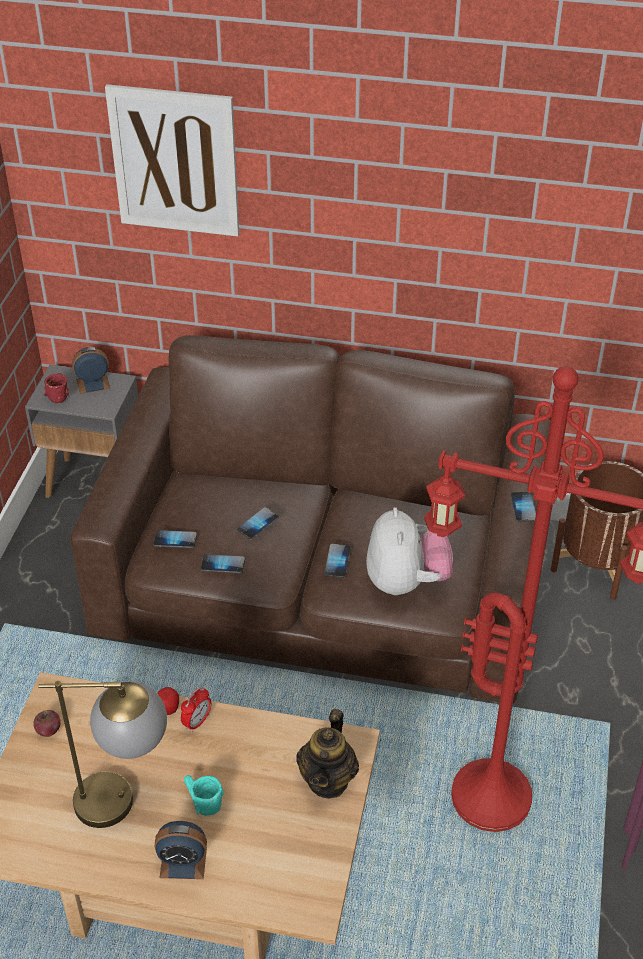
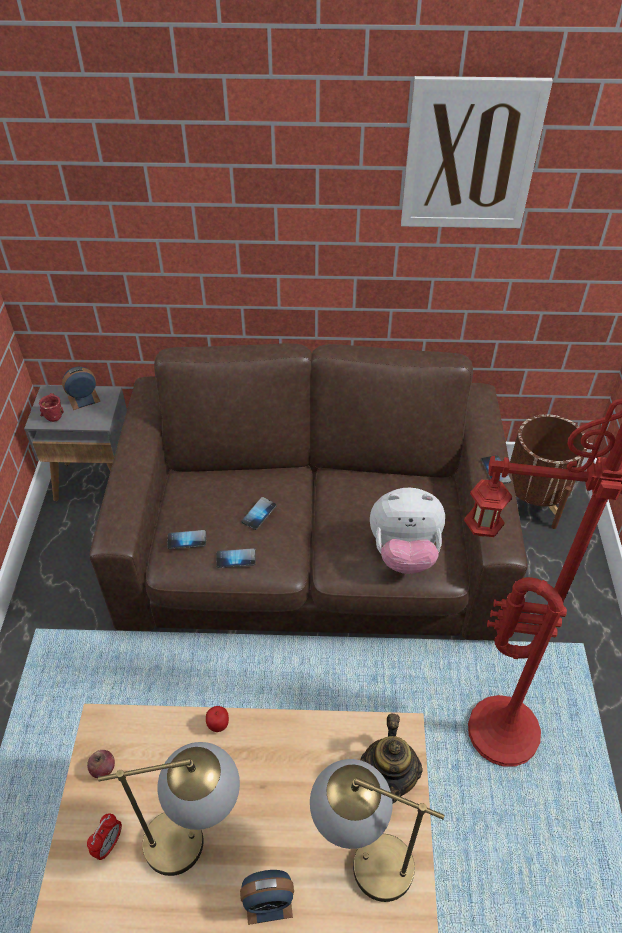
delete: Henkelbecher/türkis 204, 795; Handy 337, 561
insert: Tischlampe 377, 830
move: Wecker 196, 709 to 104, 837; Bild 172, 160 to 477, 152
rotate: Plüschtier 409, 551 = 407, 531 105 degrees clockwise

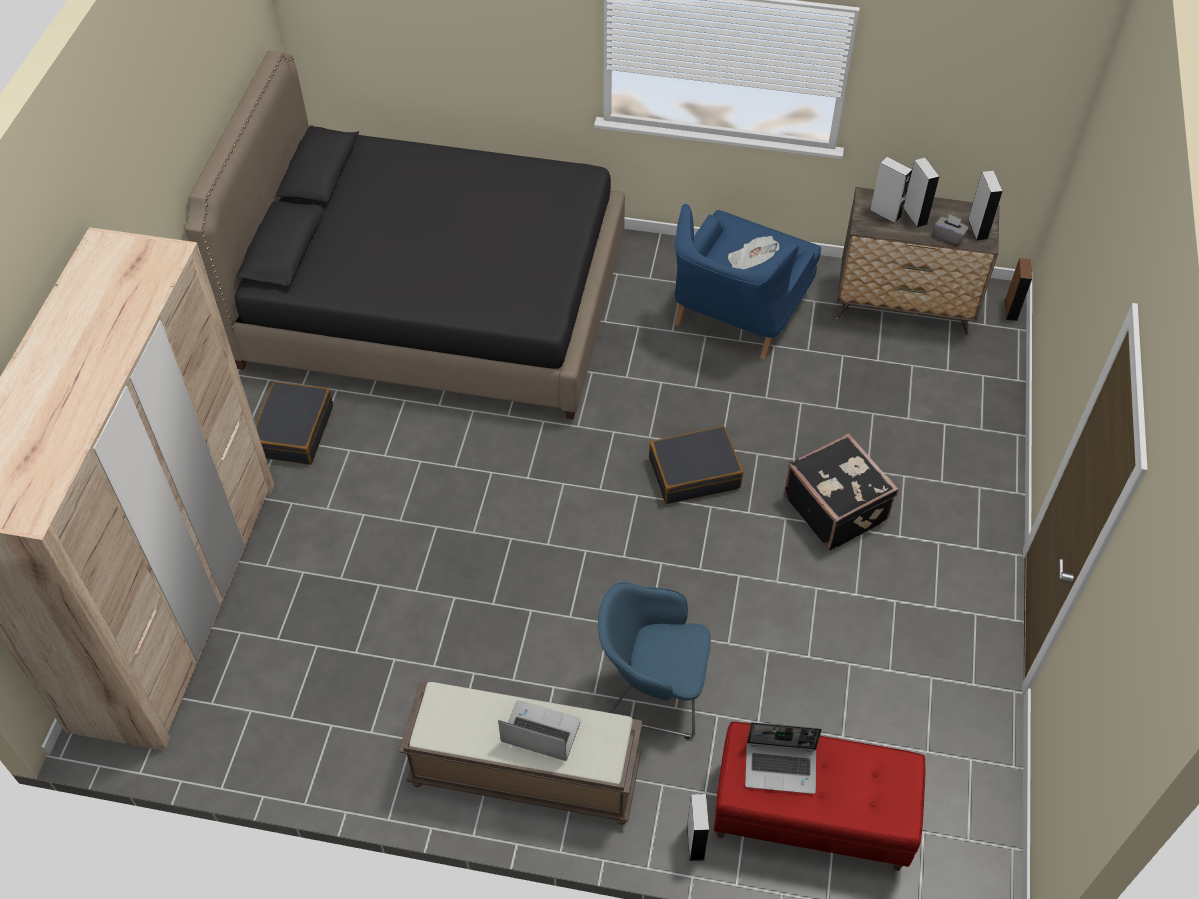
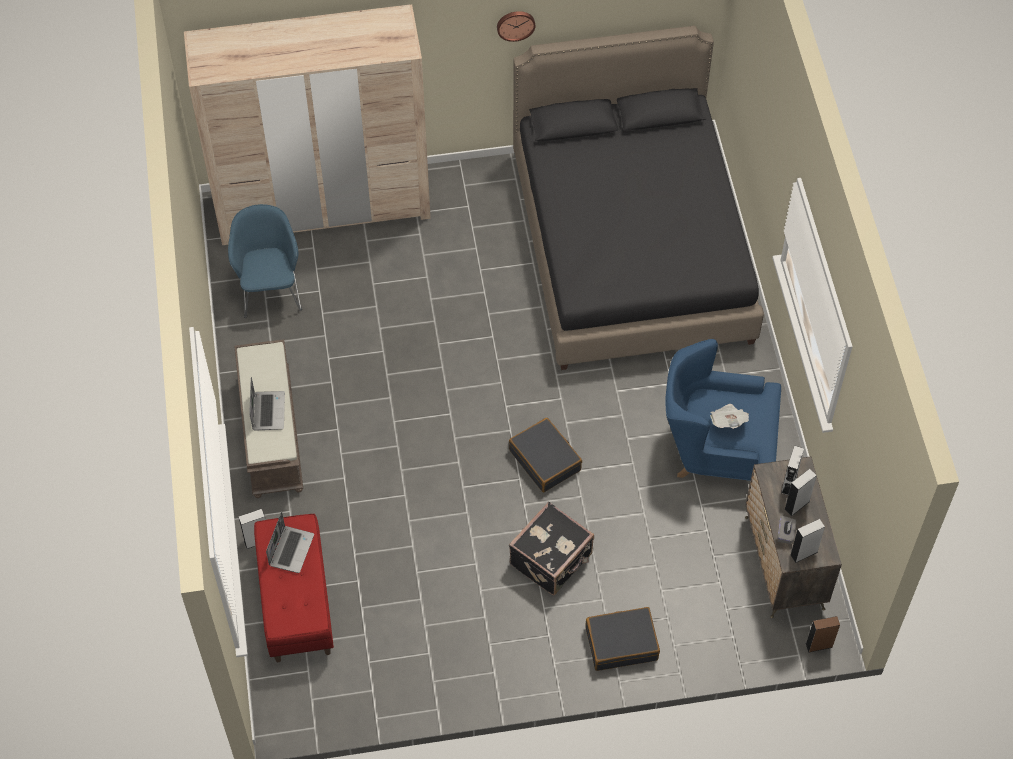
insert: Wanduhr 516, 26
move: Sessel/blau 654, 660 to 265, 261; Koffer/schwarz 294, 423 to 622, 639
rotate: Laptop 783, 758 = 290, 542 150 degrees counterclockwise

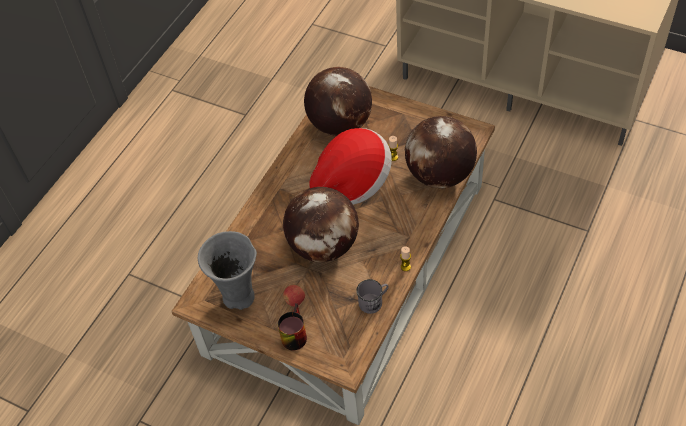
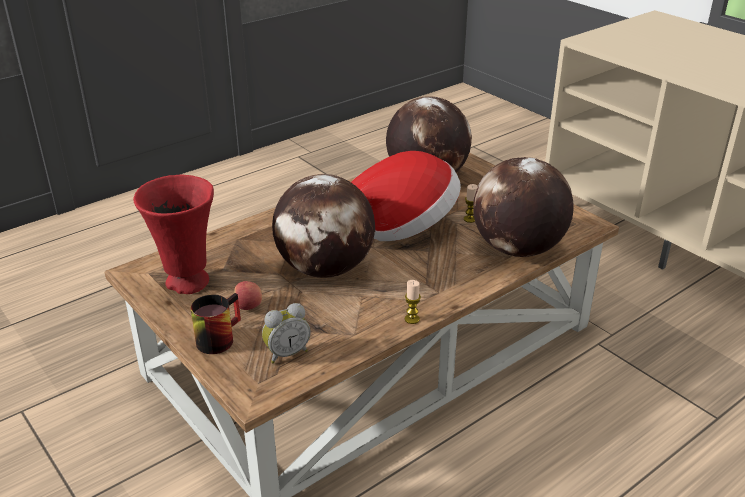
delete: Henkelbecher/grau 372, 296
insert: Wecker 286, 333
recolor: Vase/grau 227, 270 to Vase/rot 173, 234

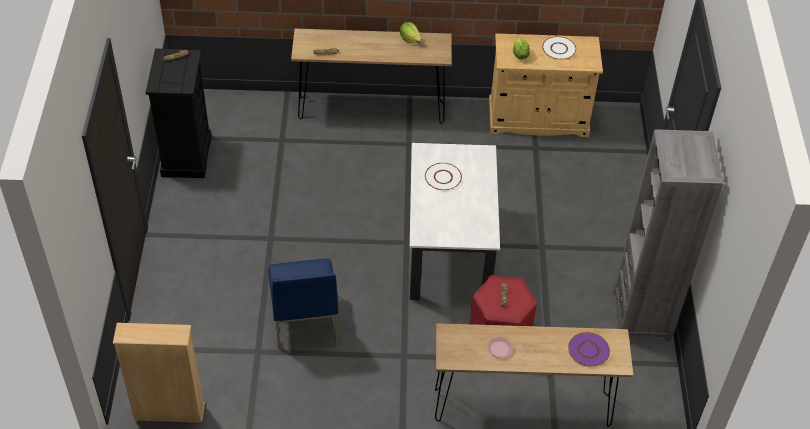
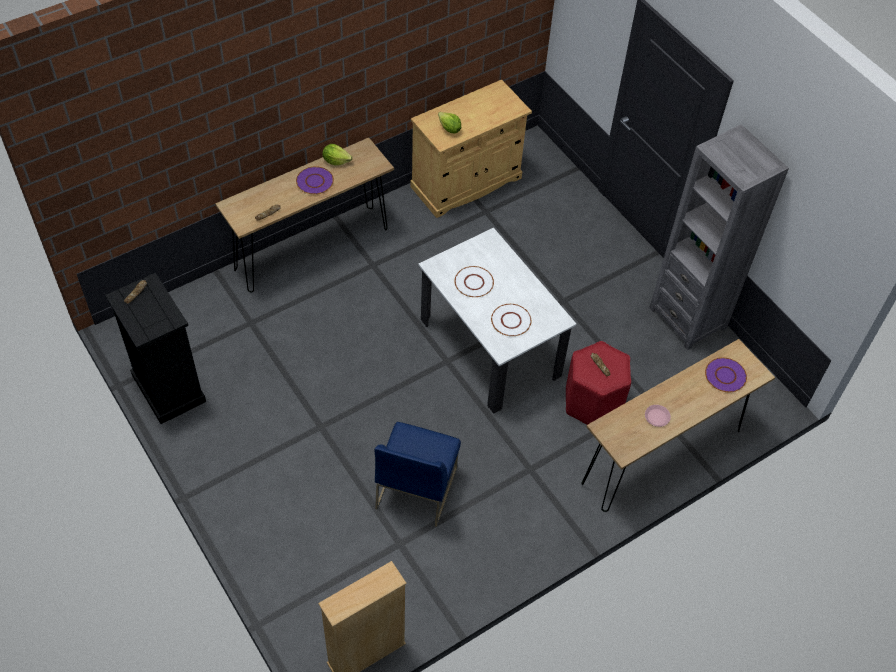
insert: Teller/lila 315, 180
move: Teller/weiß 559, 48 to 511, 320
rotate: Stuhl/blau 303, 304 = 418, 474 60 degrees clockwise

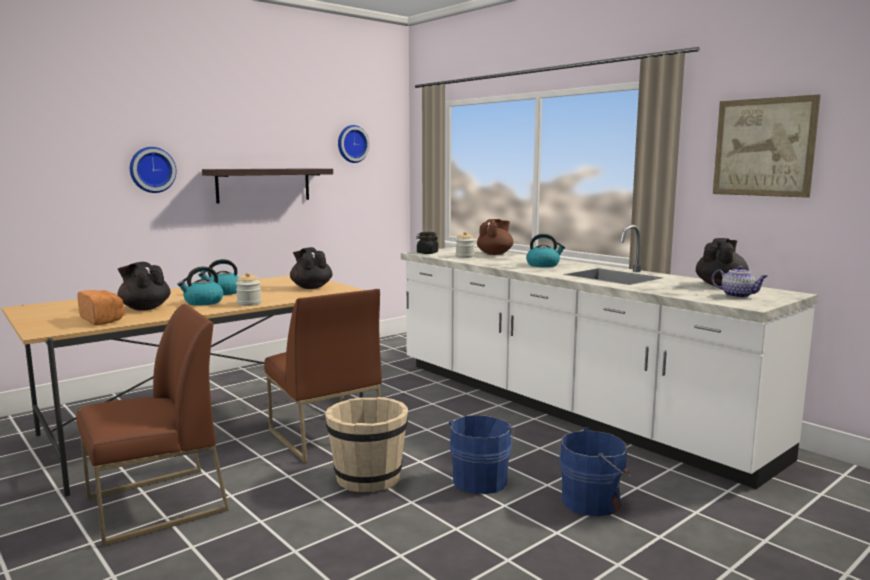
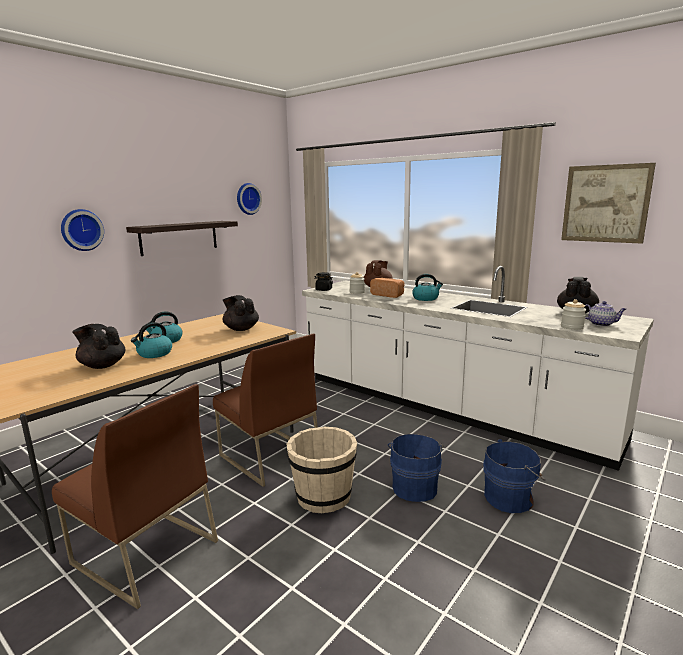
move: Brot 100, 307 to 387, 288; Vorratsglas 248, 289 to 573, 314
rotate: Stuhl/braun 152, 425 = 135, 496 75 degrees clockwise

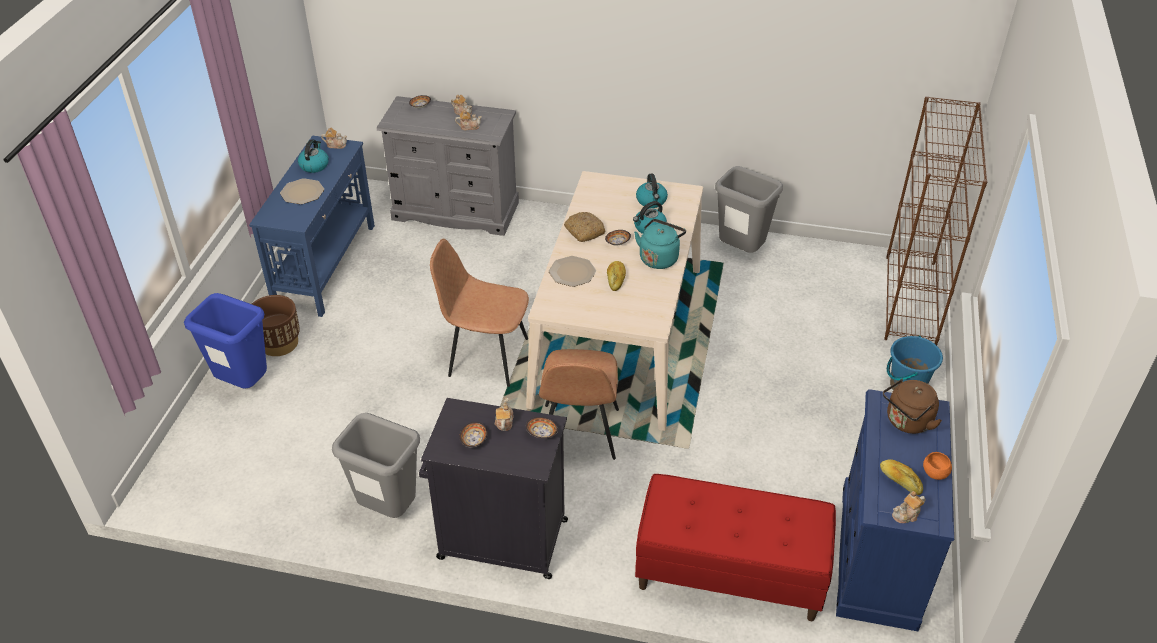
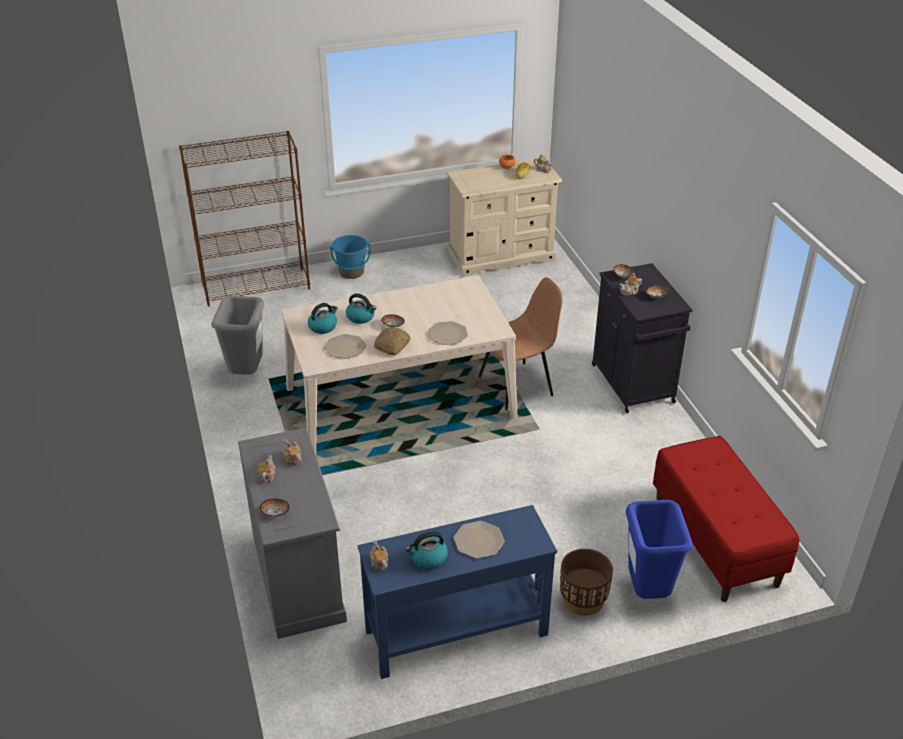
delete: Mülleimer/grau 376, 465; Stuhl/braun 479, 313; Brot 616, 276; Wasserkessel/türkis 660, 244; Wasserkessel/braun 912, 406
insert: Teller 345, 346
move: Bank/rot 735, 547 to 726, 519
recolor: Kommode/blau 895, 510 to Kommode/beige 504, 218

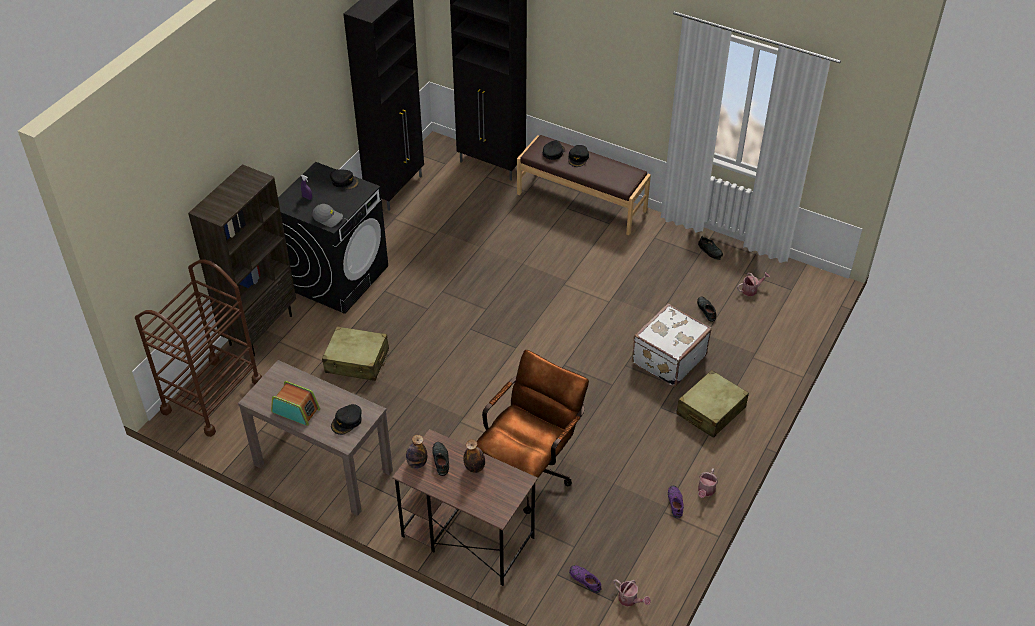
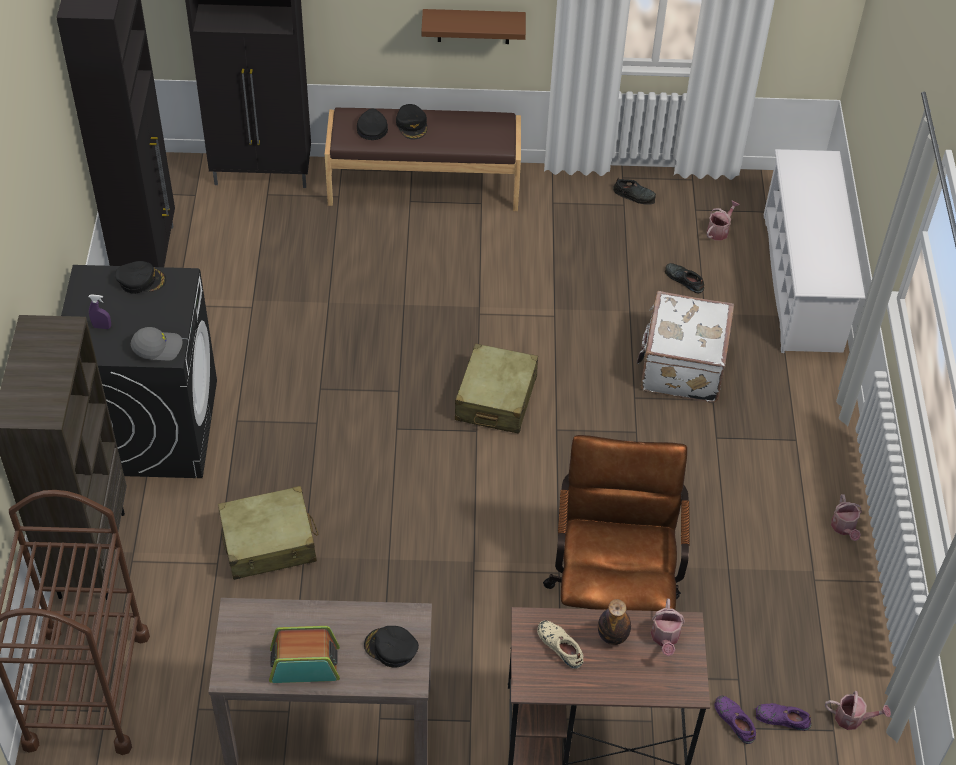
delete: Flasche 416, 452
insert: Wandregal/braun 473, 26; Gießkanne 668, 627; Schuhregal/weiß 814, 251
move: Koffer/beige 712, 404 to 496, 388; Schuh/lila 676, 501 to 735, 720
recolor: Schuh/schwarz 440, 459 to Schuh/beige 560, 644
rotate: Kappe/schwarz 346, 419 = 391, 647 105 degrees clockwise

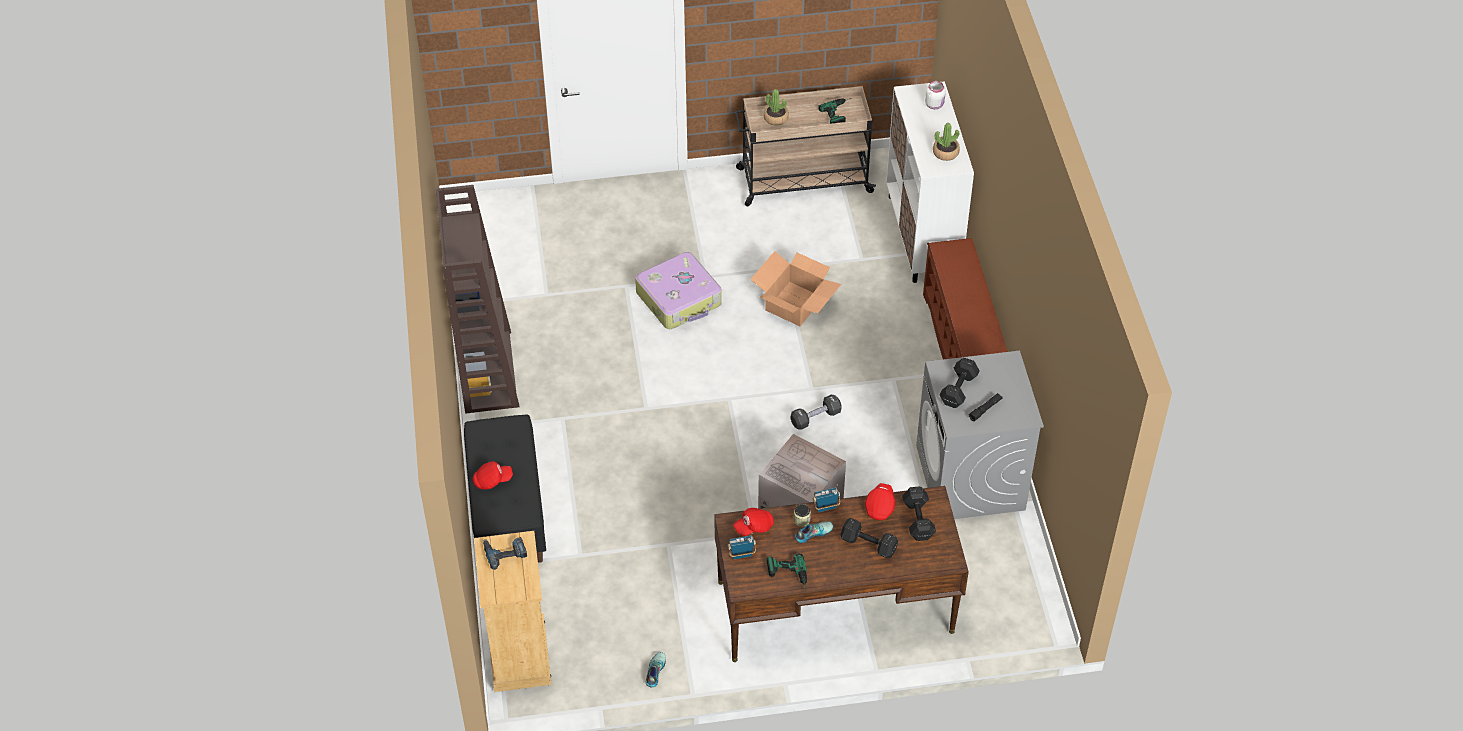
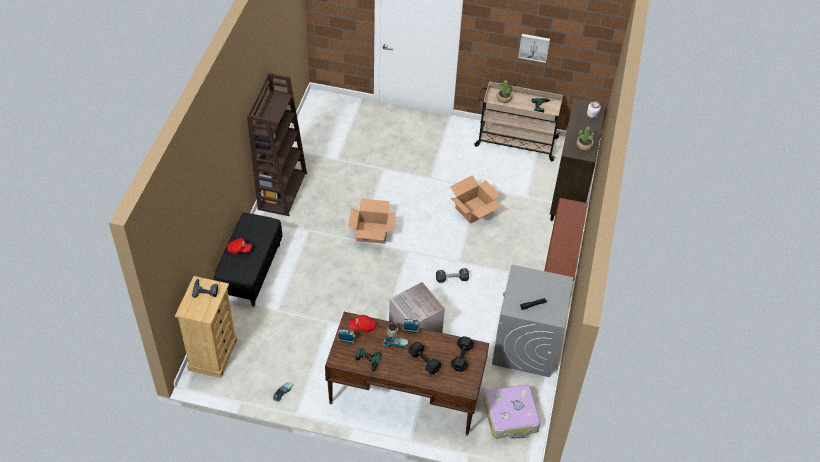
delete: Kappe/rot 880, 501; Hantel/schwarz 959, 383
insert: Karton 372, 221; Bild 534, 48
move: Koffer 678, 290 to 512, 412
recolor: Schrank/weiß 930, 182 to Schrank/braun 578, 159

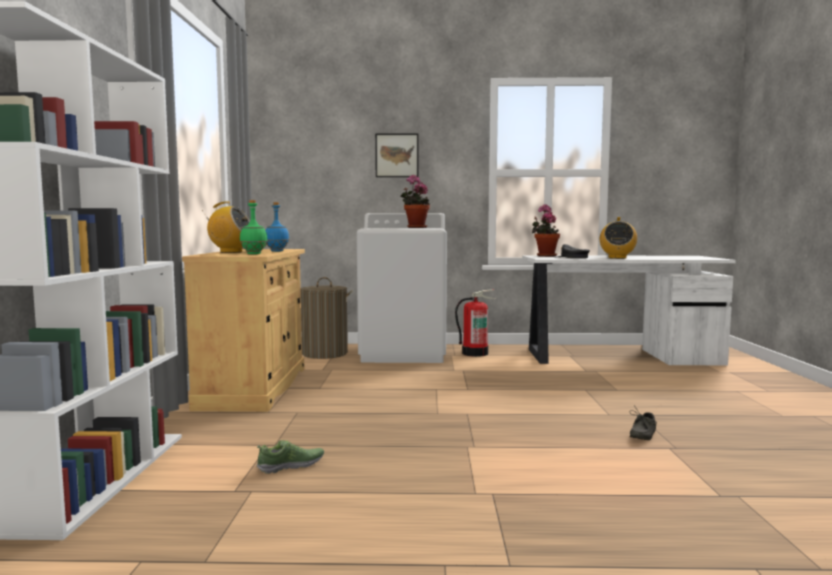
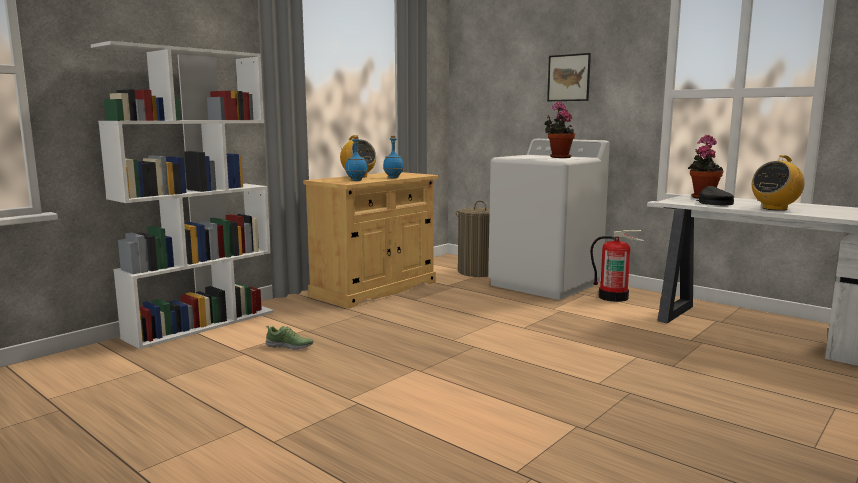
delete: Schuh/grau 643, 423
recolor: Flasche/grün 254, 227 to Flasche/blau 356, 158

